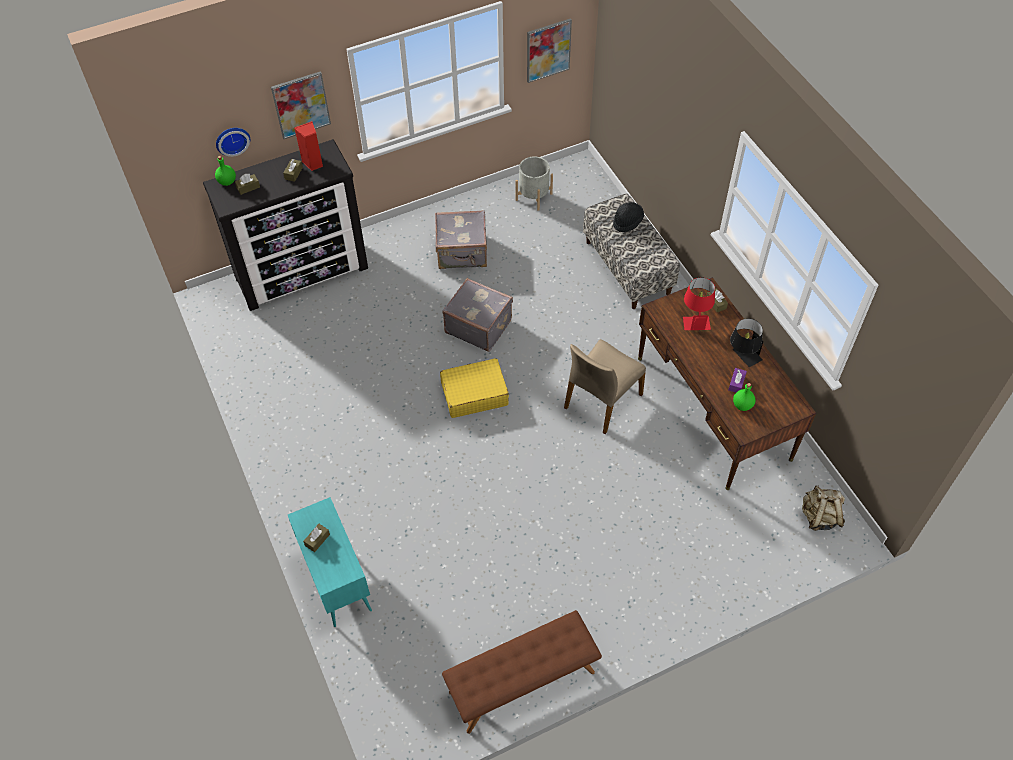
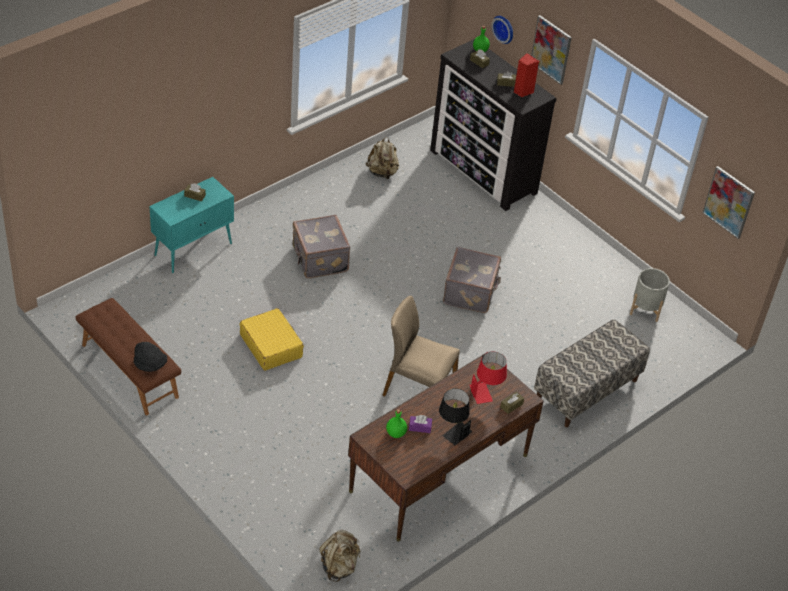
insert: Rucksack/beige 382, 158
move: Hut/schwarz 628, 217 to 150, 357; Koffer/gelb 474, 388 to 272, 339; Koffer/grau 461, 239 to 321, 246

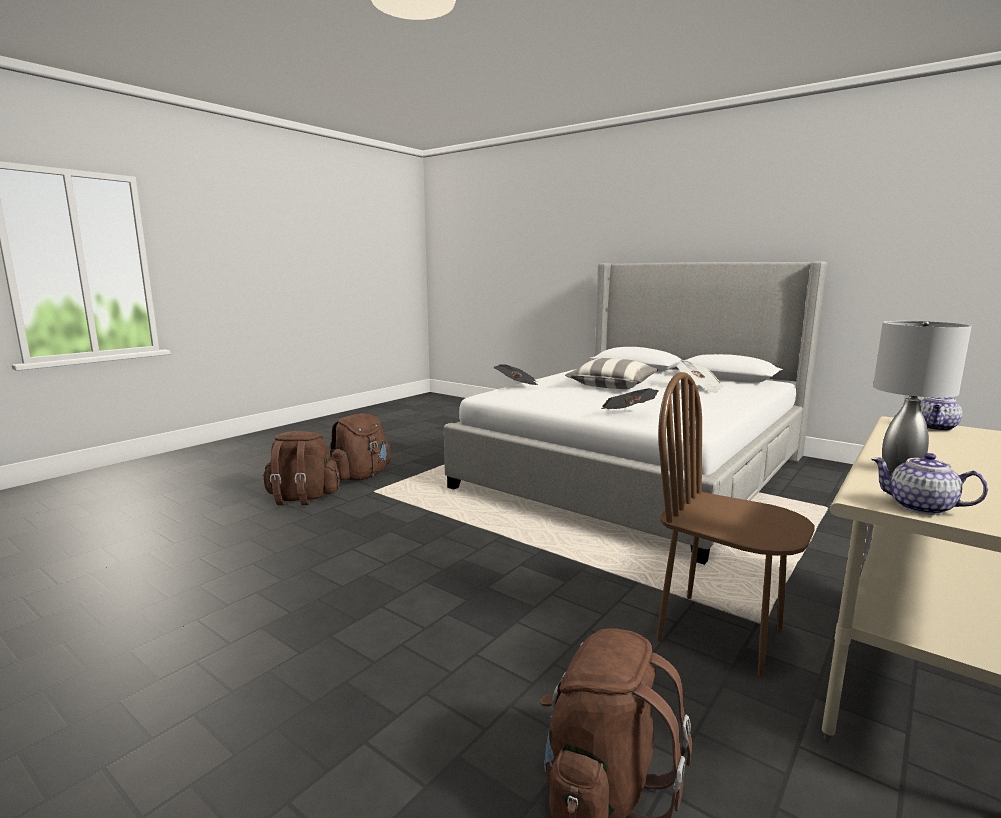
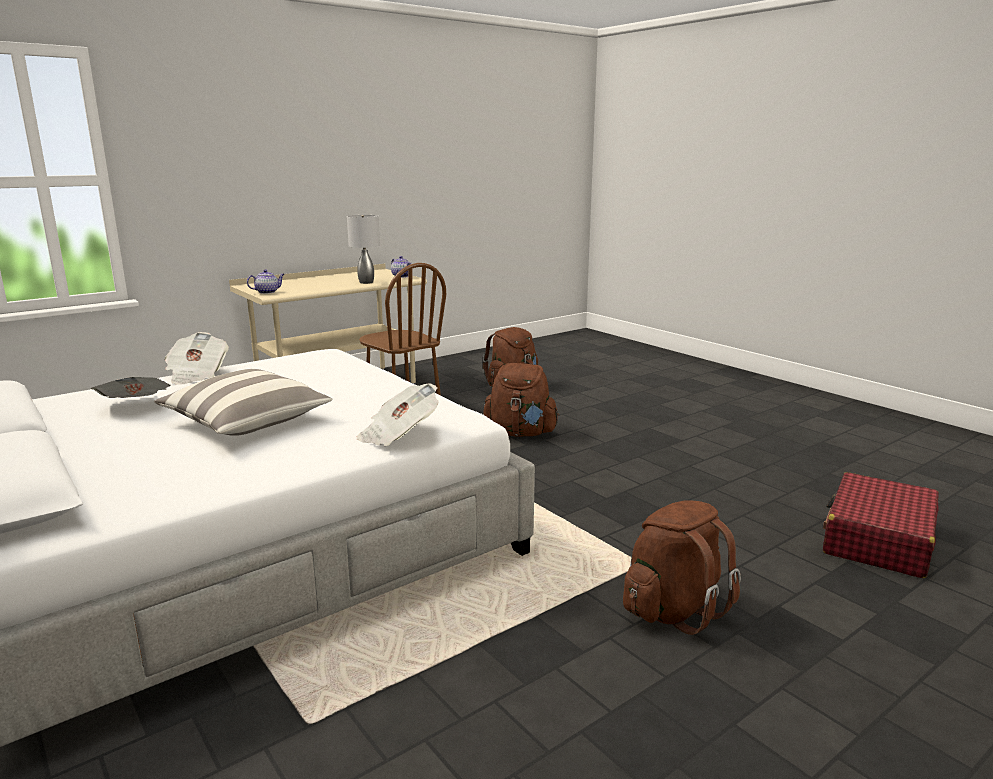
insert: Koffer/rot 881, 525
move: Zeitung 630, 398 to 197, 358; Rucksack/braun 301, 468 to 522, 400

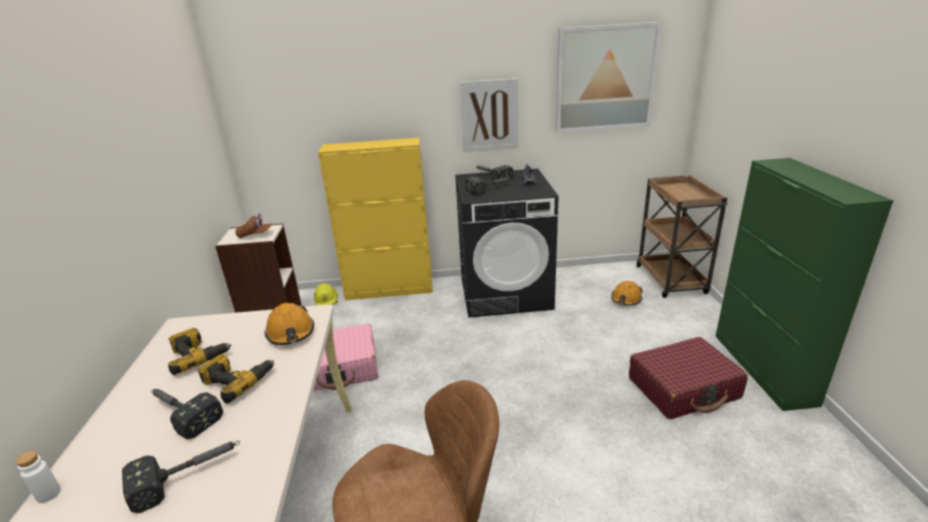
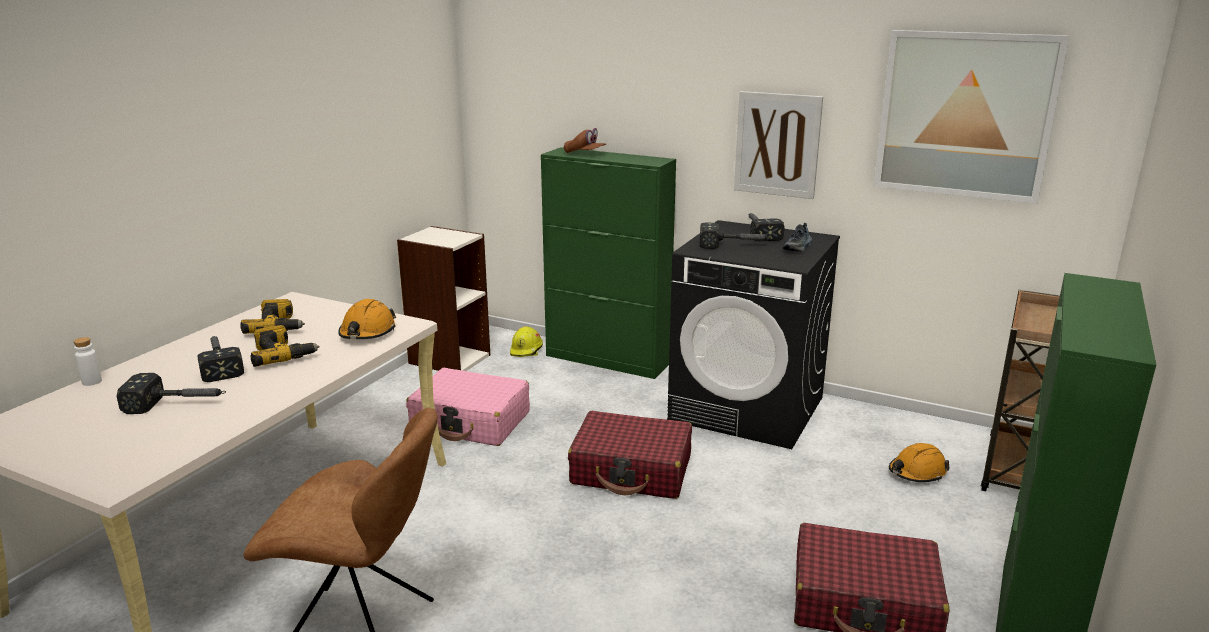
insert: Koffer/rot 630, 455
move: Kappe/braun 253, 225 to 585, 140
recolor: Schrank/gelb 375, 219 to Schrank/grün 608, 263

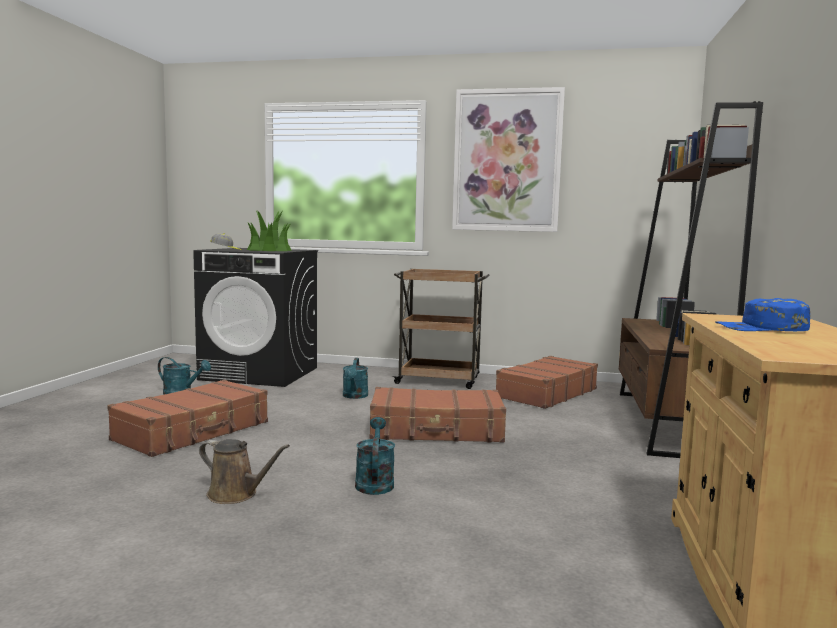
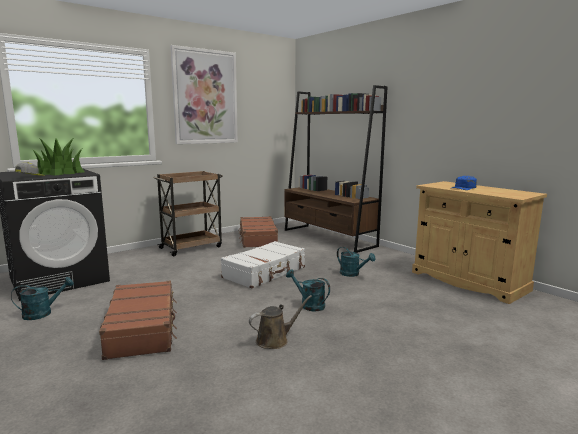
move: Gießkanne/türkis 355, 378 to 356, 262
recolor: Koffer/braun 438, 414 to Koffer/weiß 263, 265

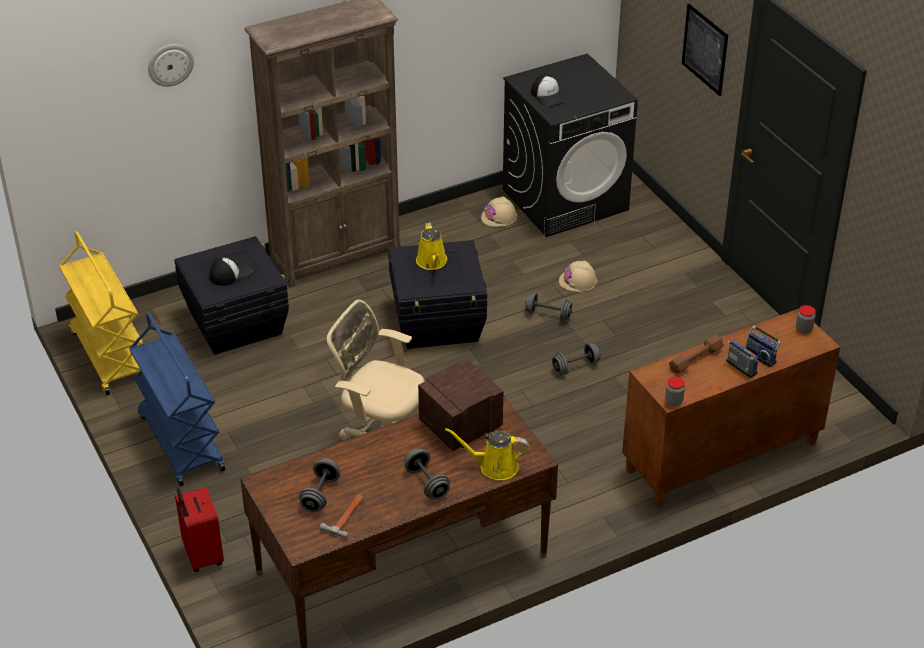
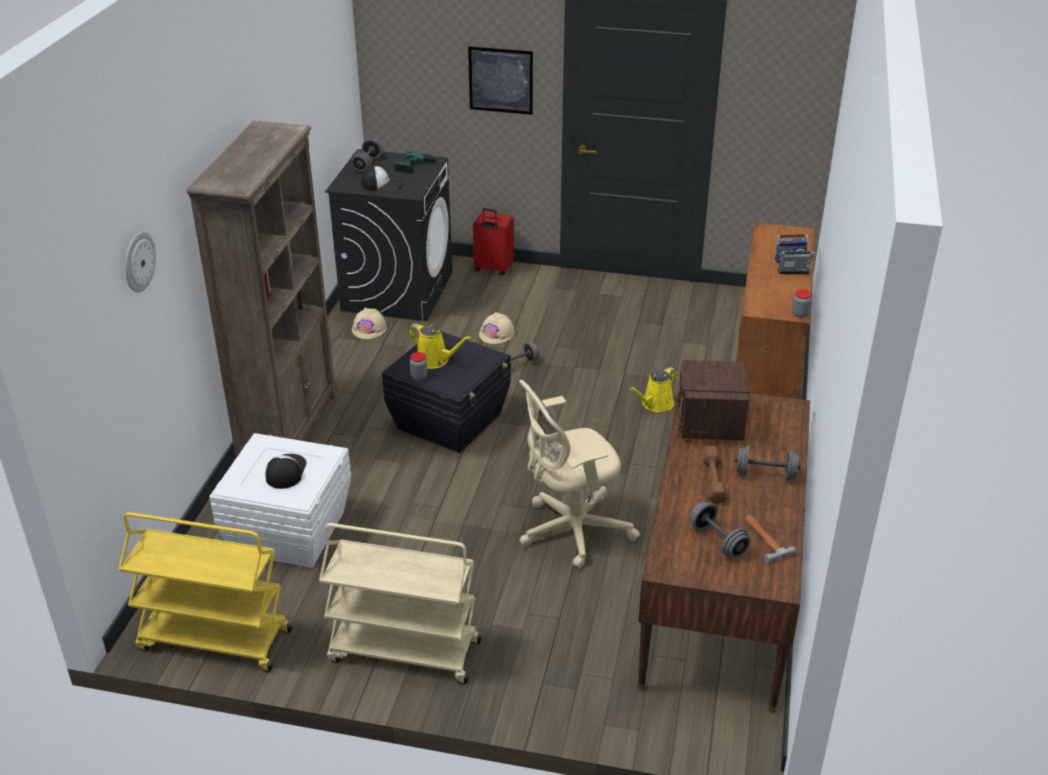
insert: Bohrmaschine 418, 162
move: Hantel/grau 576, 359 to 366, 155; Vorratsglas 806, 319 to 418, 366; Koffer/rot 199, 529 to 493, 242; Gießkanne/gelb 487, 454 to 653, 389; Hantel/braun 696, 354 to 714, 474
recolor: Aufbewahrungsbox/schwarz 231, 295 to Aufbewahrungsbox/weiß 280, 500; Rollwagen/blau 177, 400 to Rollwagen/beige 400, 603

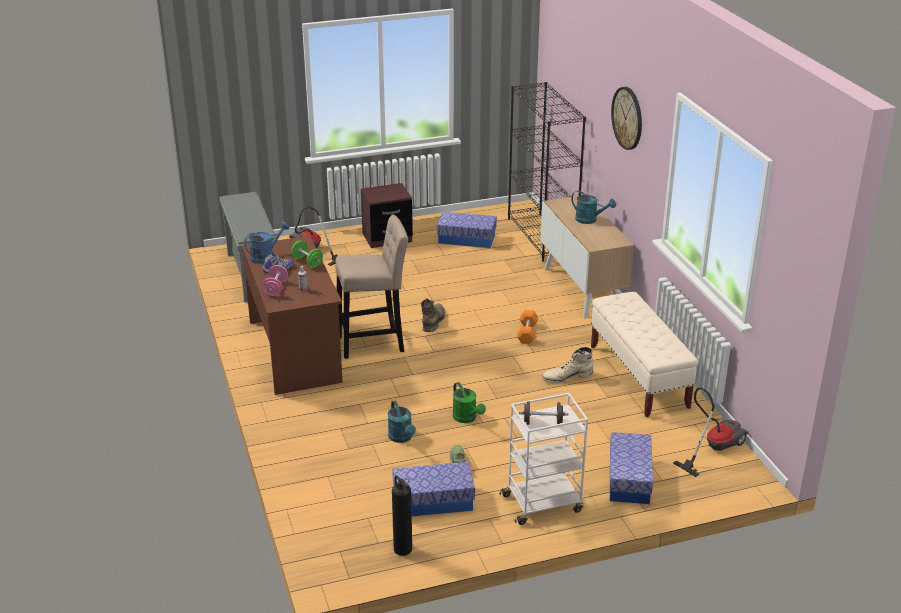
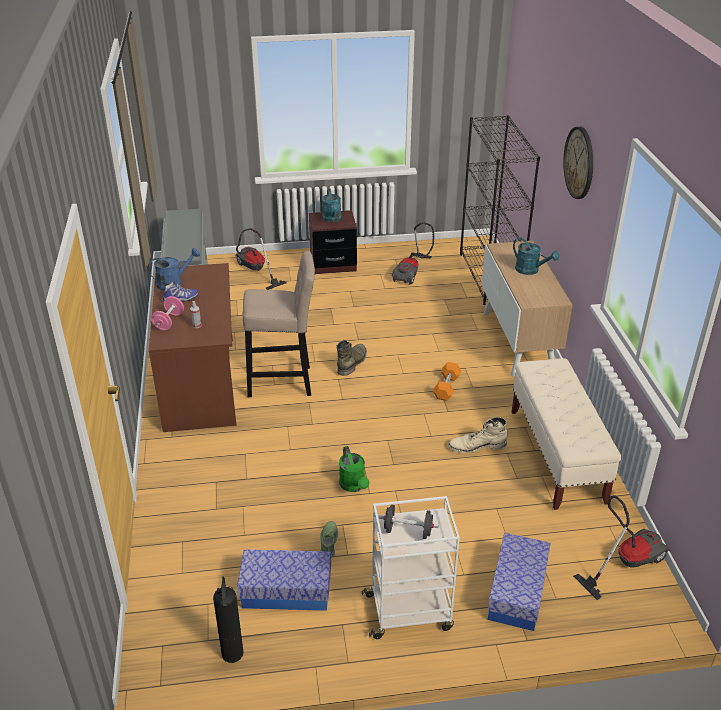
delete: Hantel/grün 307, 254
move: Gießkanne/türkis 402, 421 to 332, 205
replace: Aufbewahrungsbox 467, 230 to Staubsauger 413, 253

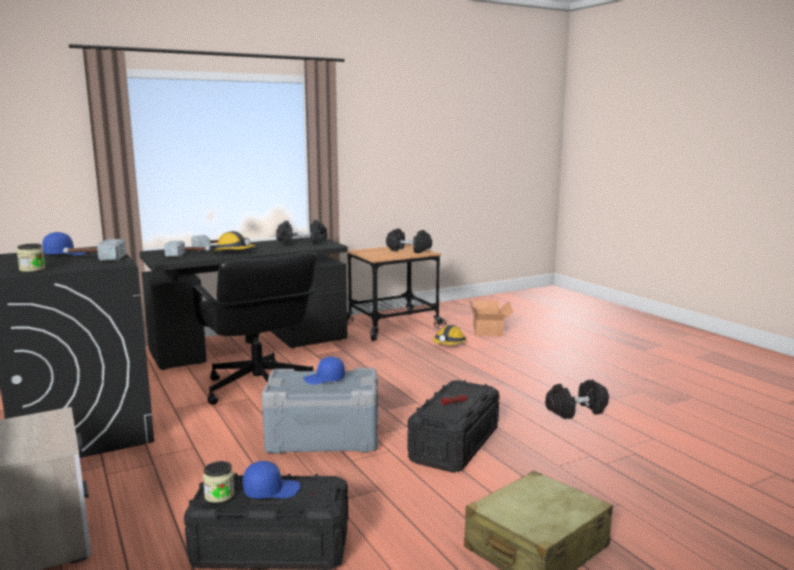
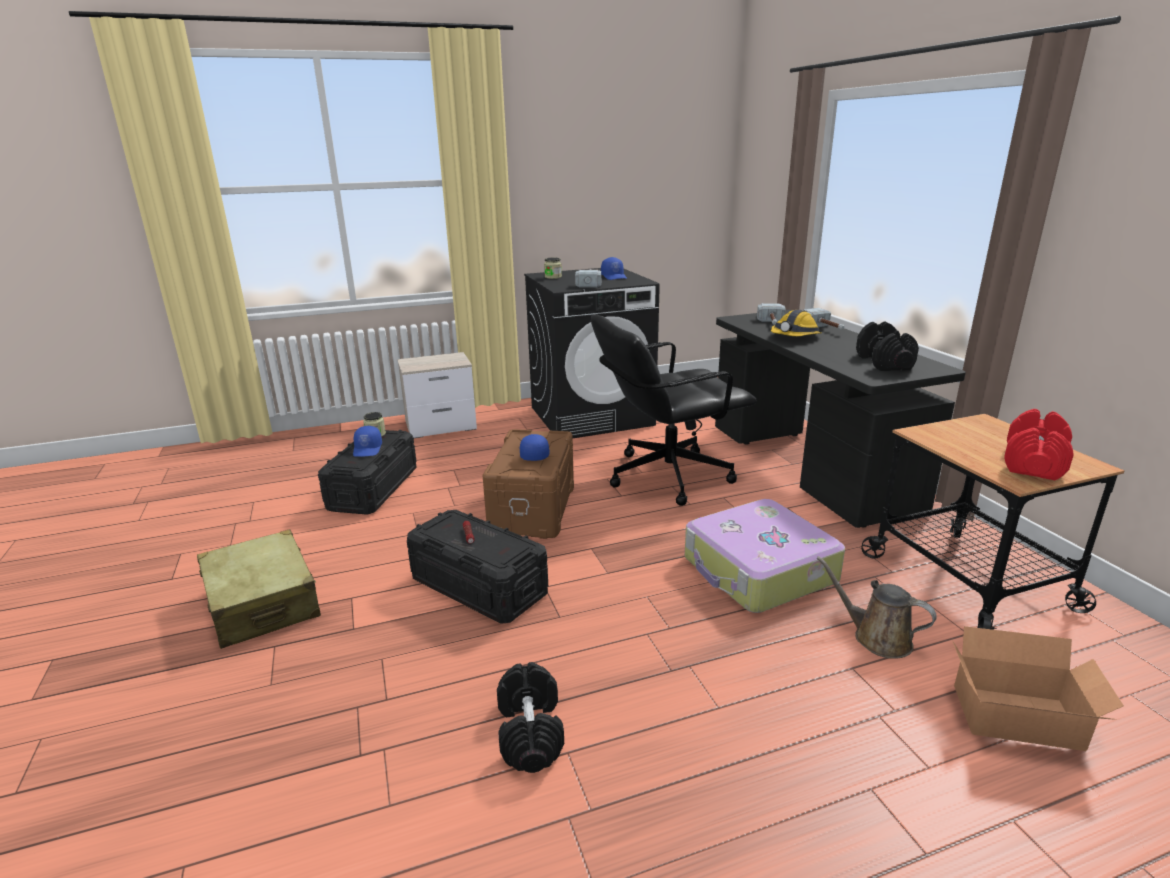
insert: Koffer 765, 556
replace: Schutzhelm 450, 335 to Gießkanne/braun 877, 607
recolor: Aufbewahrungsbox/grau 320, 411 to Aufbewahrungsbox/braun 528, 484; Hantel/schwarz 409, 240 to Hantel/rot 1039, 444

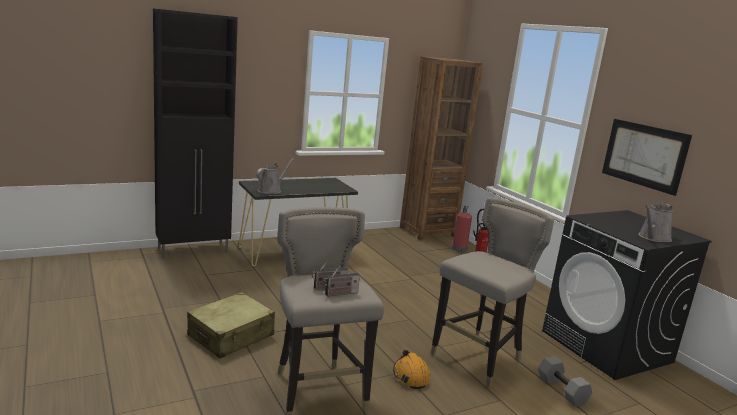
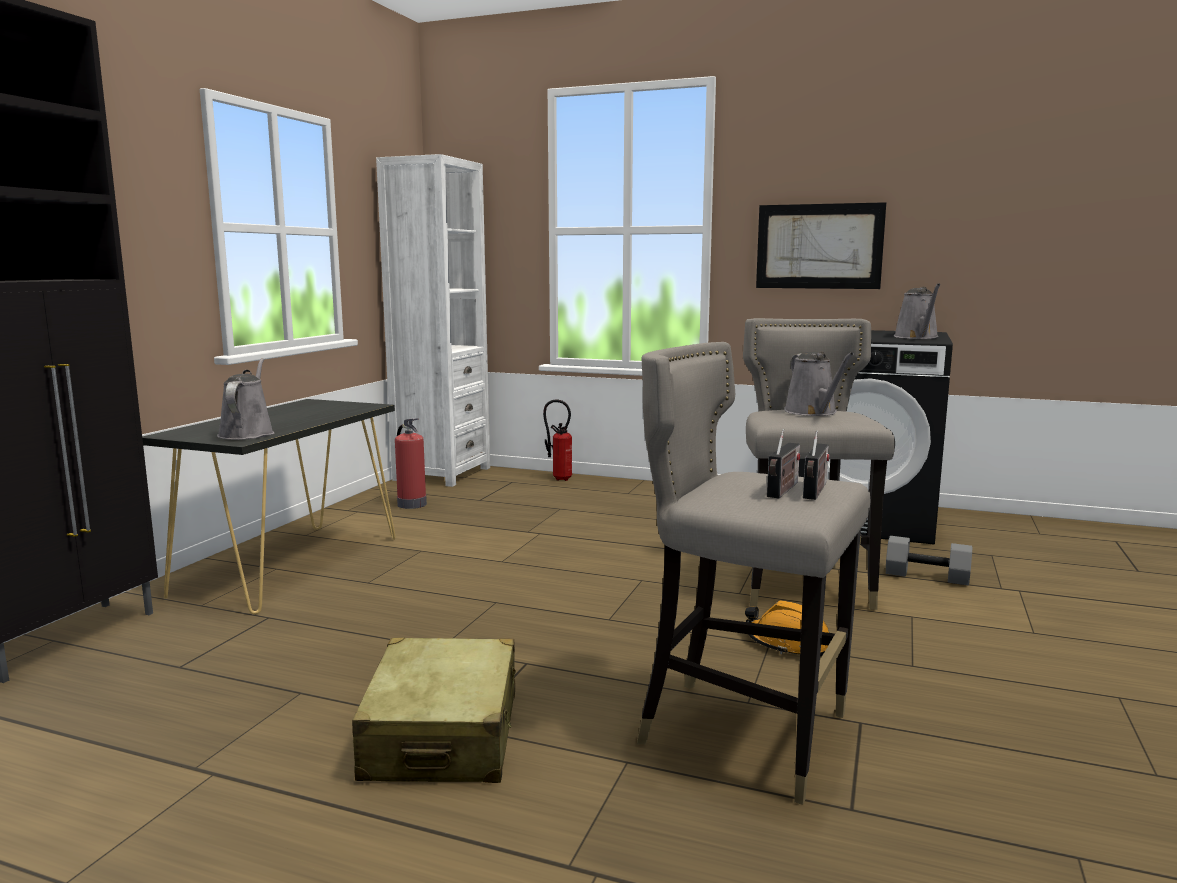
insert: Gießkanne/grau 819, 384
move: Feuerlöscher 462, 229 to 411, 463
recolor: Bücherregal/braun 441, 148 to Bücherregal/weiß 433, 320

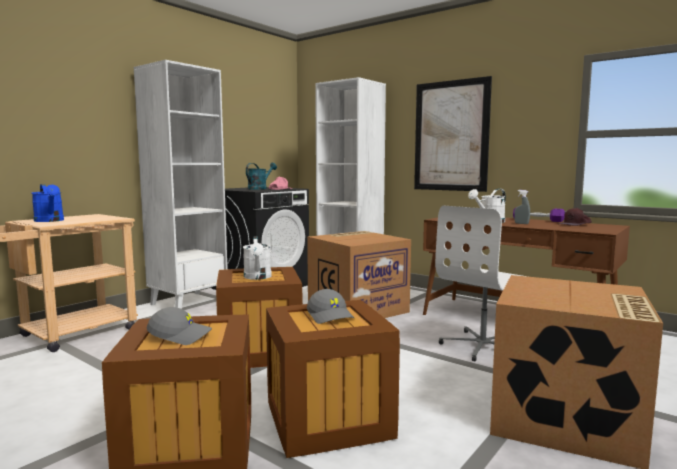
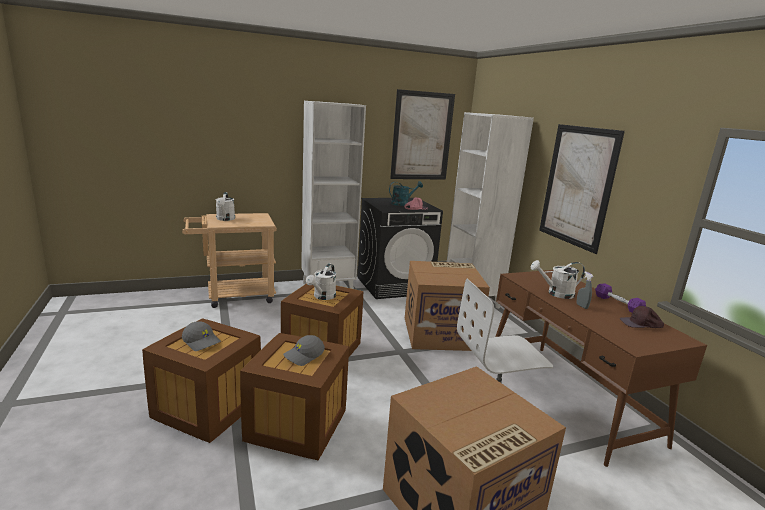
insert: Bild 422, 134
recolor: Gießkanne/blau 48, 203 to Gießkanne/weiß 225, 206
rotate: Kappe/grau 330, 306 = 304, 350 45 degrees clockwise

